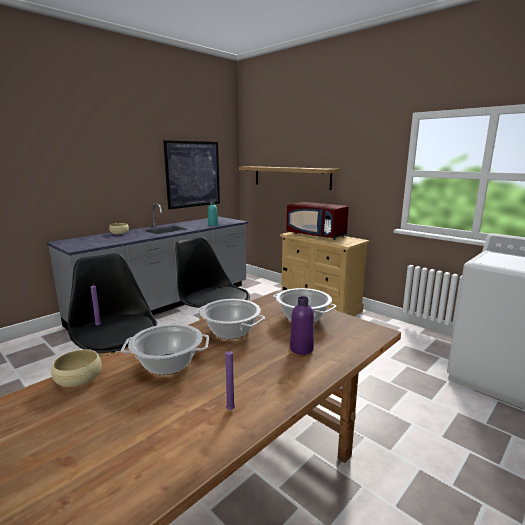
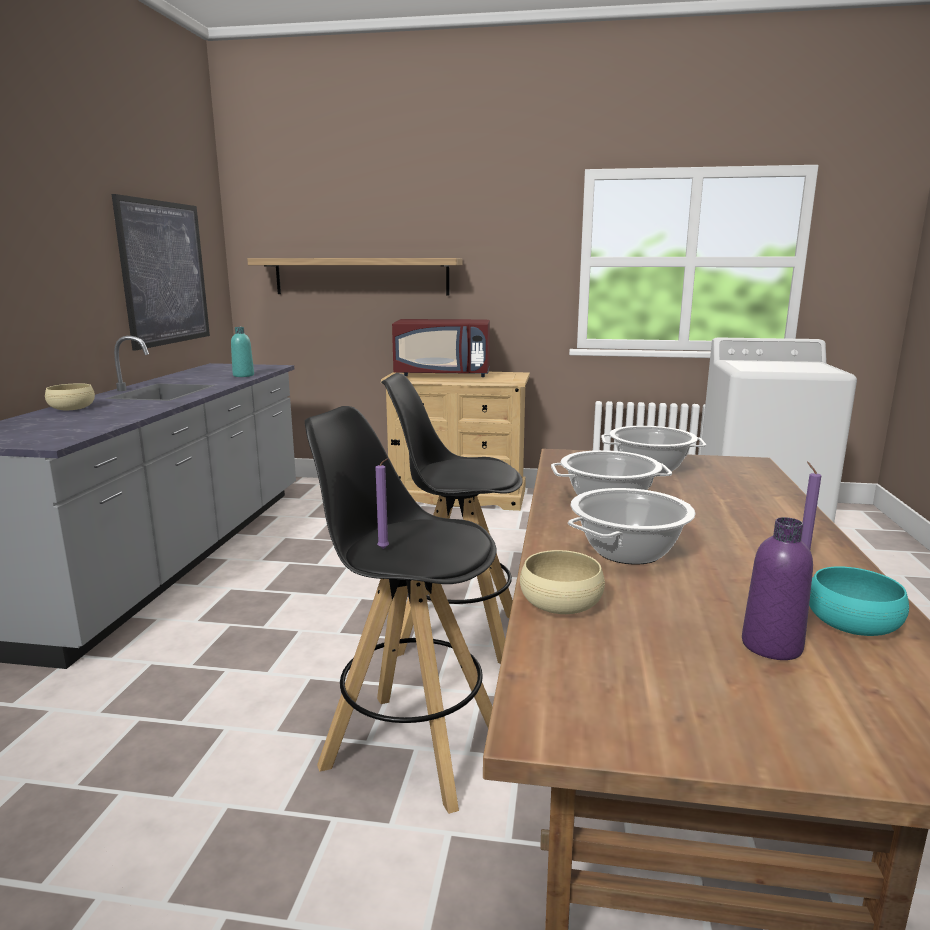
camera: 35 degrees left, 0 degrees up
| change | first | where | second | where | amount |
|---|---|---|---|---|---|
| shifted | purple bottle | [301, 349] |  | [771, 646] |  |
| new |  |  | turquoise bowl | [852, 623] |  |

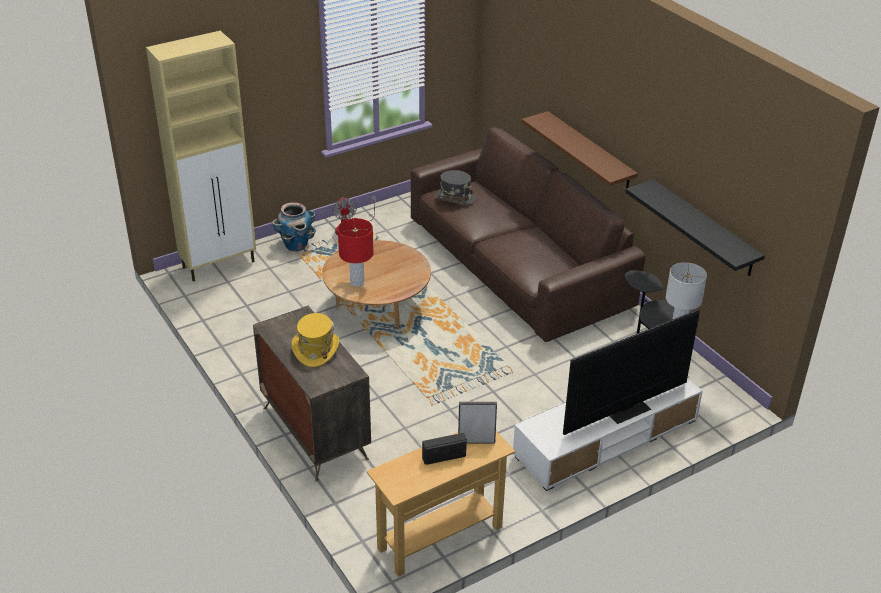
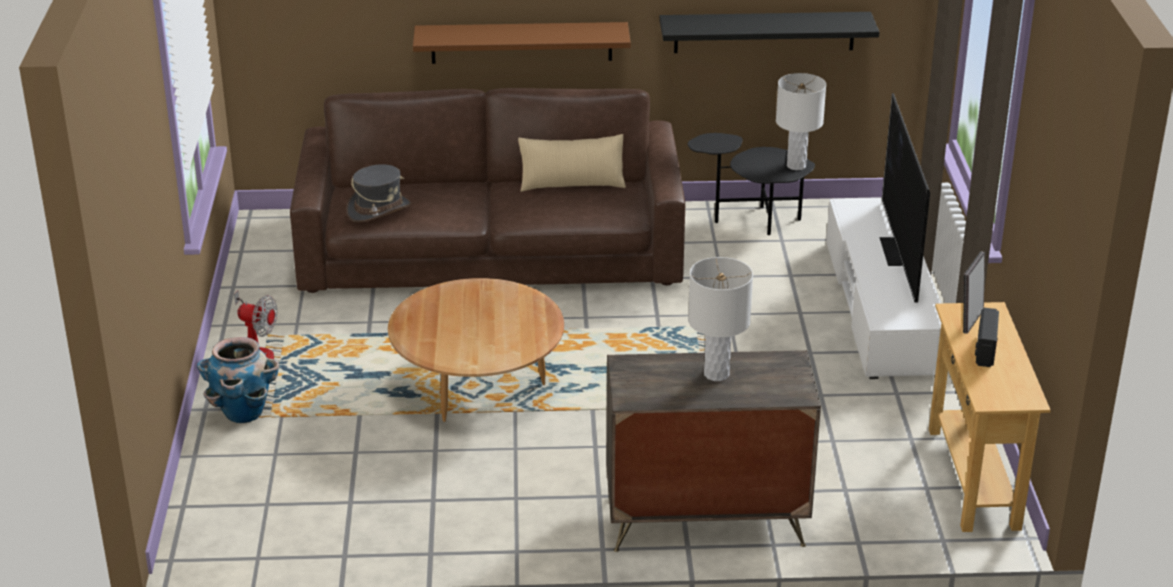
camera: 60 degrees left, 5 degrees down
| change | first | where | second | where | amount |
|---|---|---|---|---|---|
| gone | beige cabinet | [219, 264] |  |  |  |
| swapped | yellow hat | [315, 349] | white table lamp | [716, 374] |  |
| gone | red table lamp | [357, 282] |  |  |  |
| new |  |  | beige pillow | [572, 183] |  |

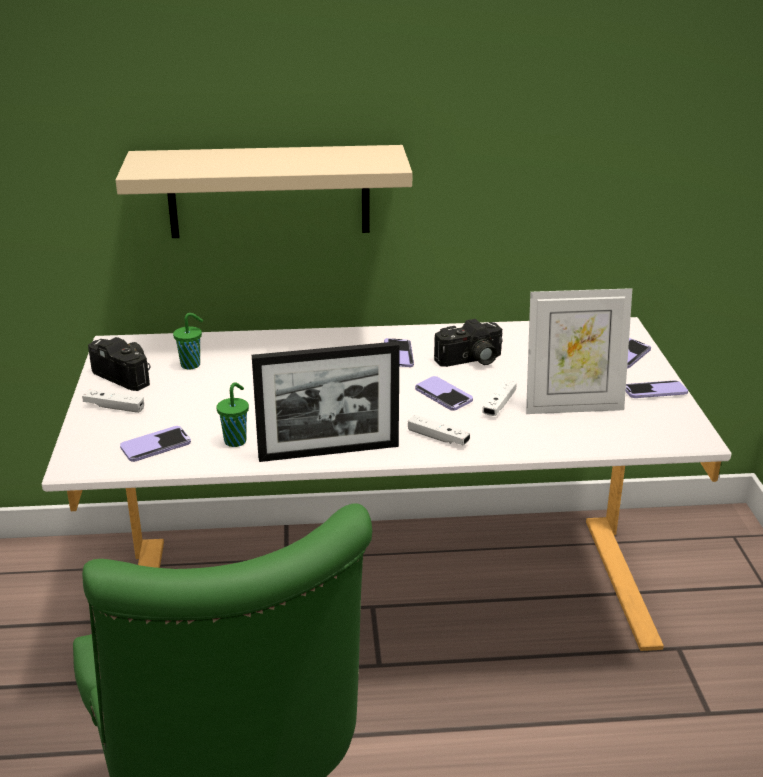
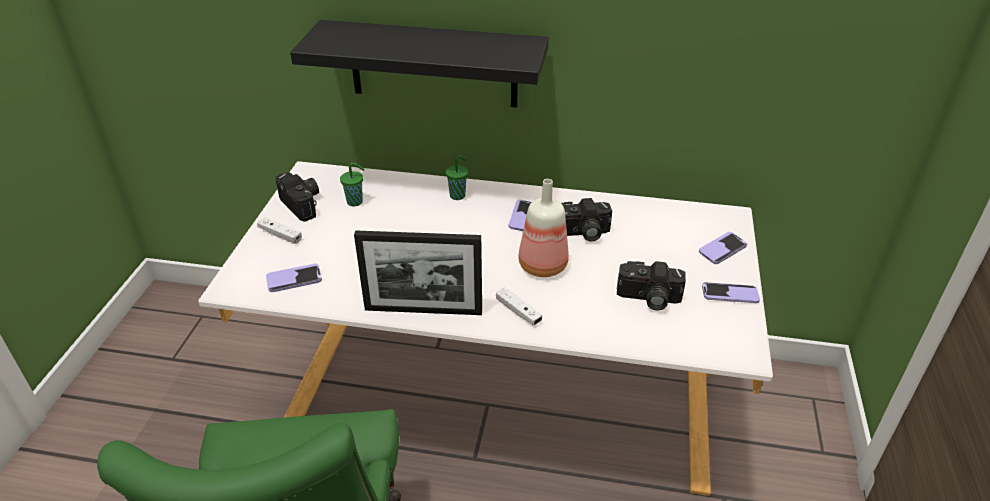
camera: 15 degrees right, 10 degrees up
| change | first | where | second | where | amount |
|---|---|---|---|---|---|
| repainted | beige shelf | [269, 191] | black shelf | [433, 64] |  |
| shifted | green cup | [236, 441] |  | [458, 195] |  |
| swapped | phone | [443, 395] | bottle | [542, 267] |  |
| gone | white game controller | [499, 405] |  |  |  |
| swapped | picture frame | [572, 407] | photo camera | [648, 298] |  |

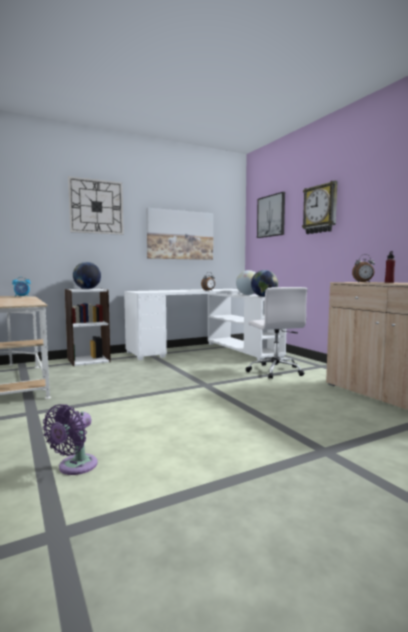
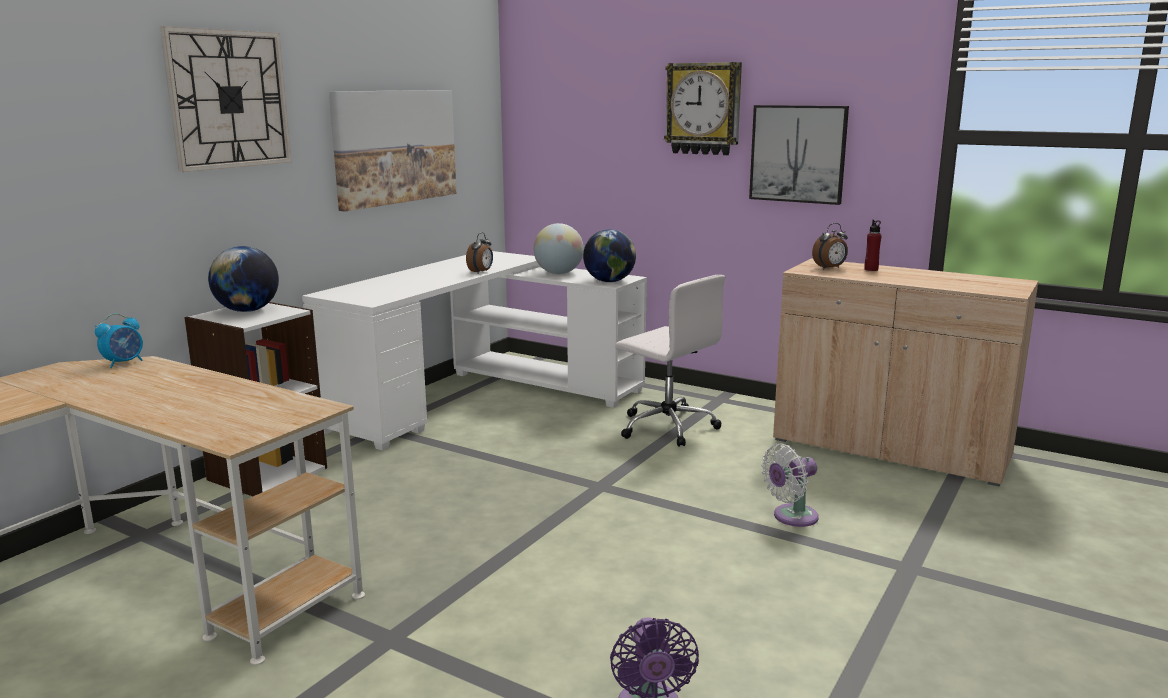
camera: 30 degrees left, 10 degrees up
| change | first | where | second | where | amount |
|---|---|---|---|---|---|
| shifted | picture | [271, 216] |  | [798, 154] |  |
| new |  |  | white fan | [791, 517] |  |

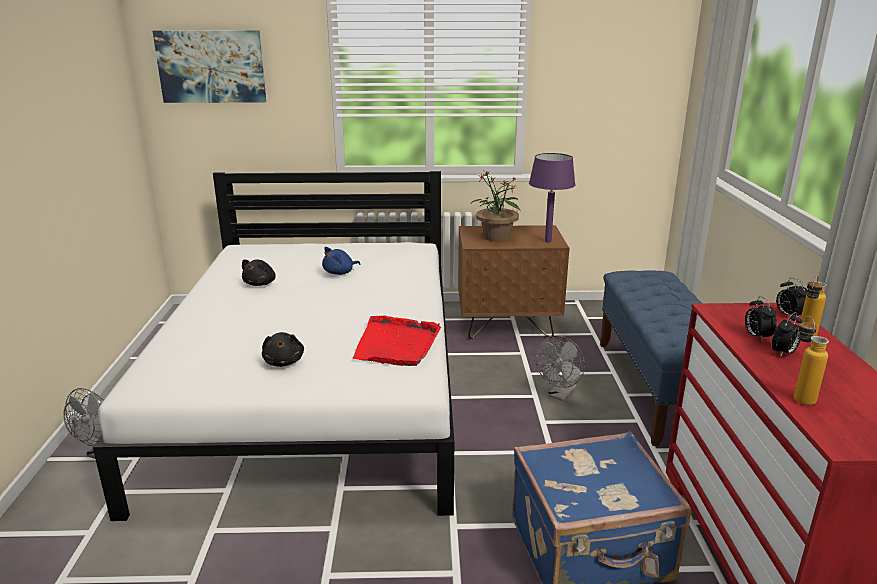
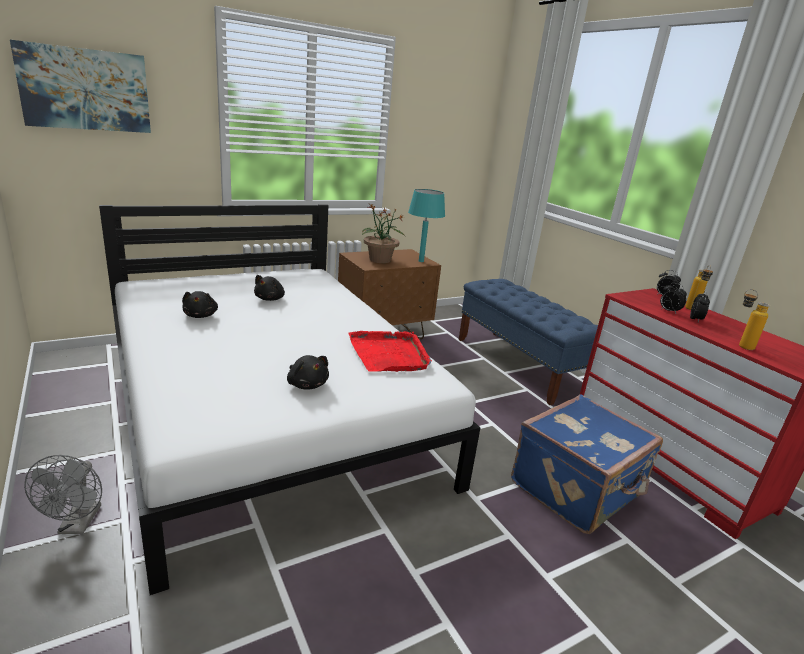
camera: 30 degrees left, 0 degrees up
| change | first | where | second | where | amount |
|---|---|---|---|---|---|
| repainted | blue plush toy | [340, 273] | black plush toy | [270, 299] |  |
| repainted | purple table lamp | [548, 241] | turquoise table lamp | [421, 261] |  |
| gone | grey fan | [560, 395] |  |  |  |

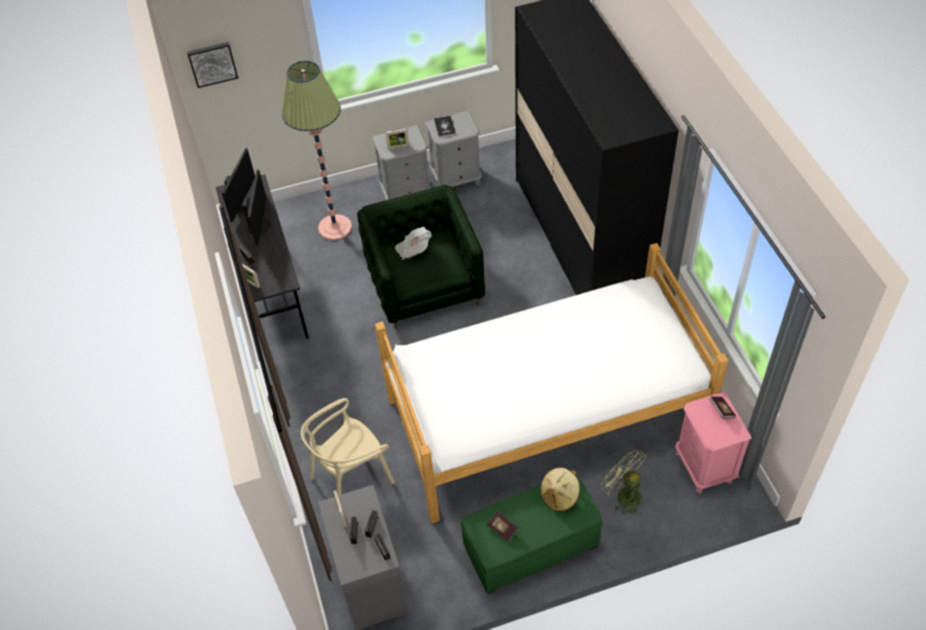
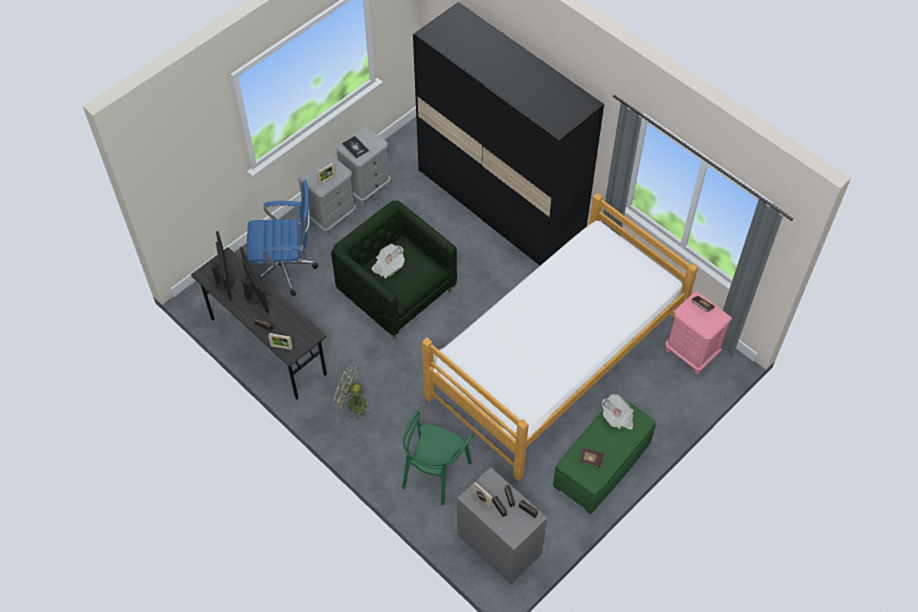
camera: 30 degrees left, 5 degrees up
| change | first | where | second | where | amount |
|---|---|---|---|---|---|
| gone | picture | [212, 63] |  |  |  |
| swapped | floor lamp | [335, 227] | blue office chair | [287, 269] |  |
| repainted | beige chair | [351, 477] | green chair | [435, 473] |  |
| swapped | beige hat | [559, 496] | newspaper | [617, 417] |  |
| shifted | green fan | [624, 494] |  | [352, 404] |  |

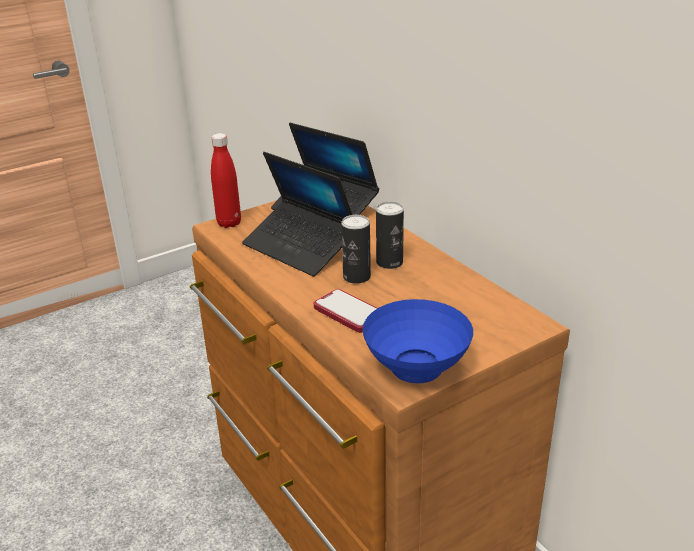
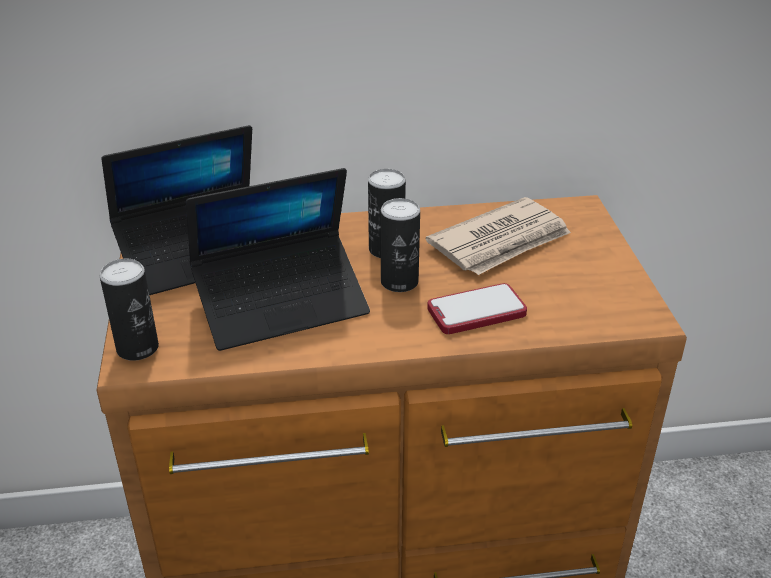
camera: 65 degrees left, 5 degrees up
| change | first | where | second | where | amount |
|---|---|---|---|---|---|
| swapped | red bottle | [229, 223] | can | [137, 348] |  |
| gone | blue bowl | [416, 369] |  |  |  |
| new |  |  | newspaper | [501, 241] |  |

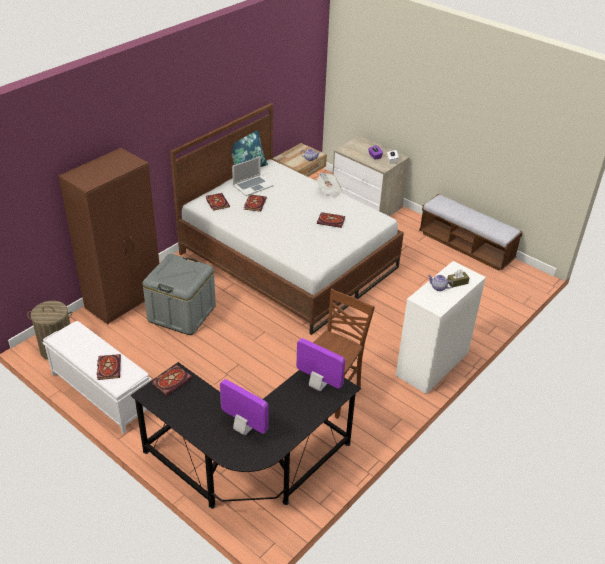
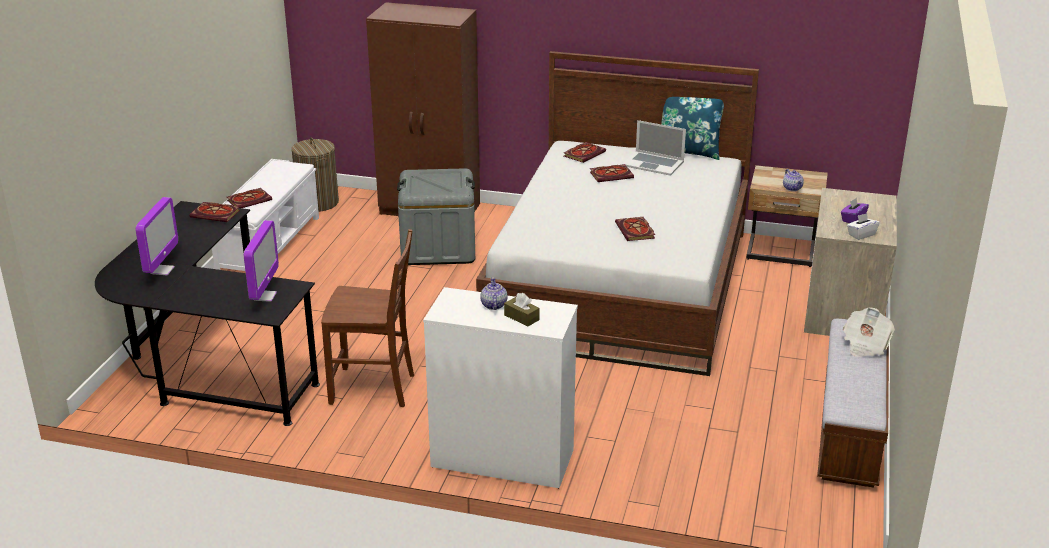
camera: 65 degrees right, 10 degrees down
| change | first | where | second | where | amount |
|---|---|---|---|---|---|
| shifted | newspaper | [329, 191] |  | [865, 345] |  |

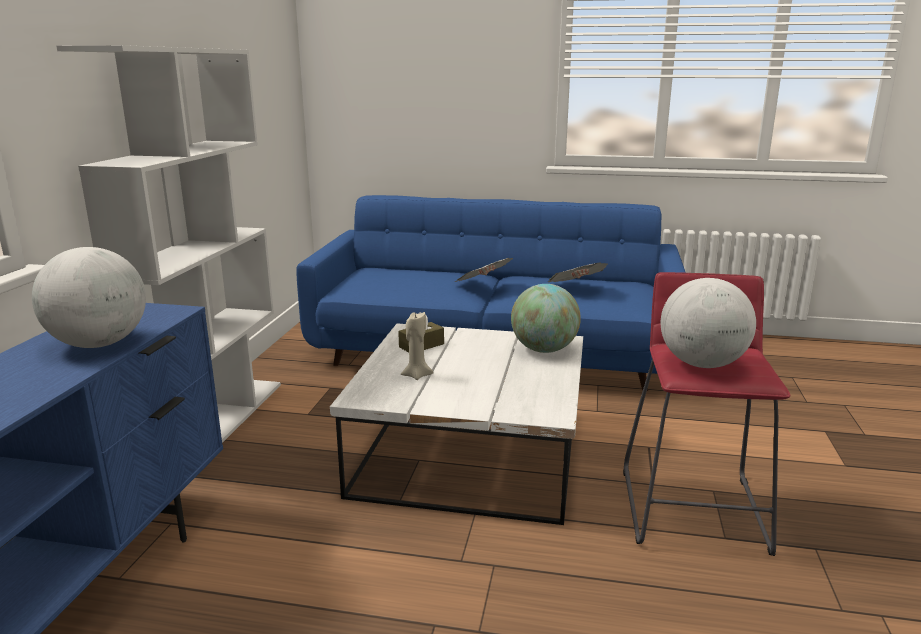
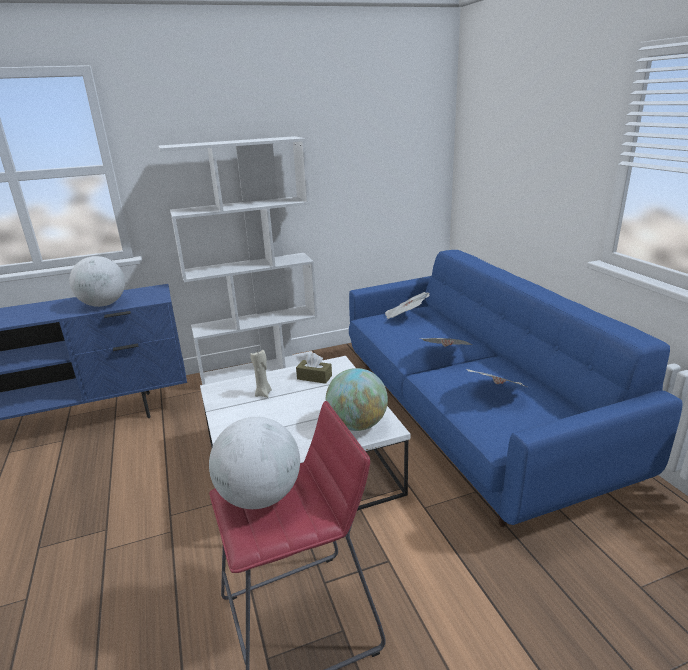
camera: 60 degrees right, 5 degrees up
| change | first | where | second | where | amount |
|---|---|---|---|---|---|
| new |  |  | newspaper | [405, 317] |  |

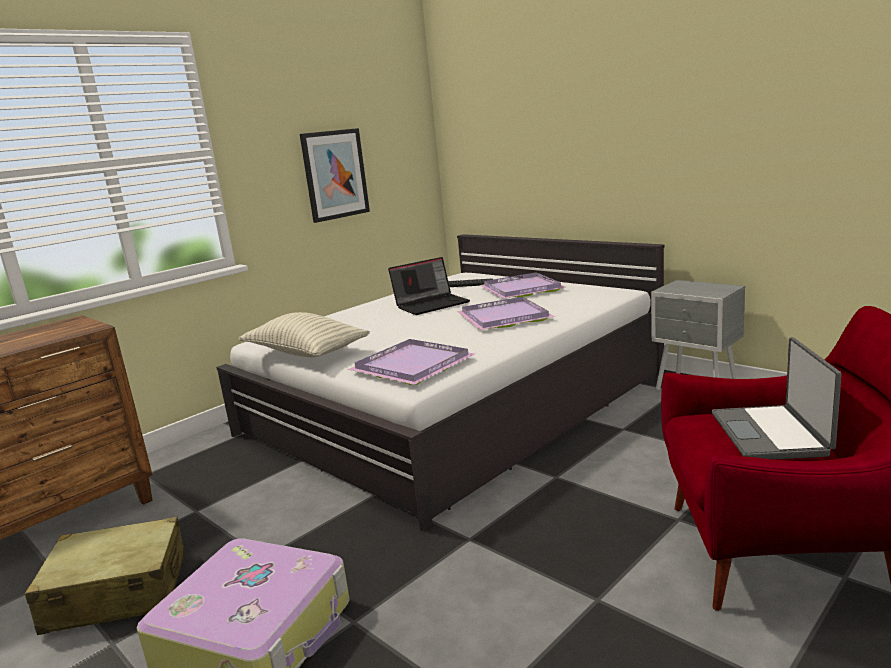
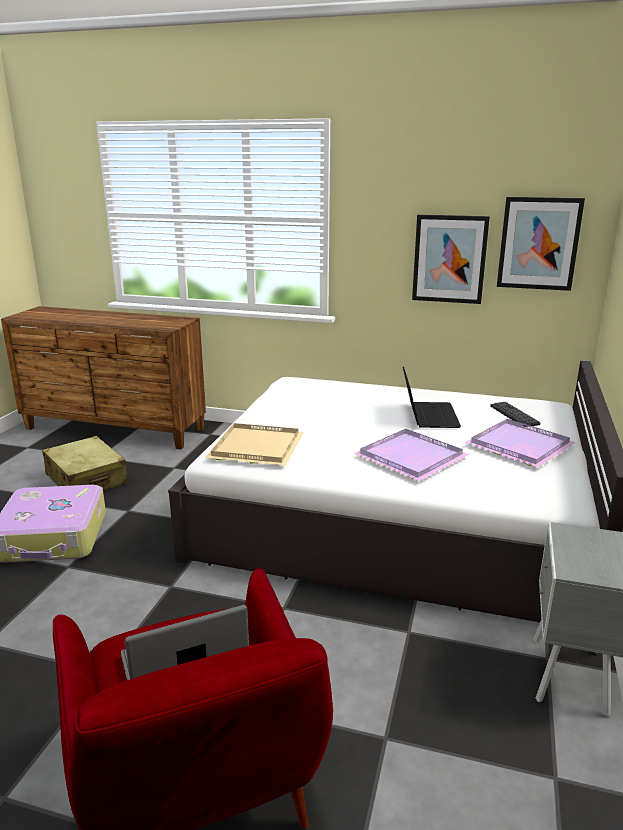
camera: 60 degrees right, 5 degrees up
| change | first | where | second | where | amount |
|---|---|---|---|---|---|
| gone | pillow | [306, 353] |  |  |  |
| repainted | purple tray | [412, 364] | beige tray | [258, 447] |  |
| rotated | laptop | [431, 304] |  | [428, 415] | 120 degrees counterclockwise |
| new |  |  | picture | [538, 243] |  |

